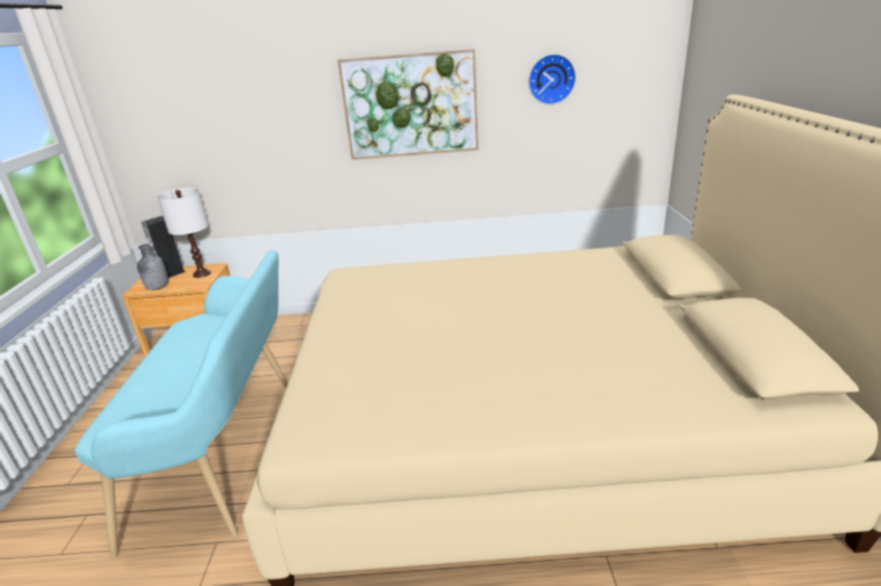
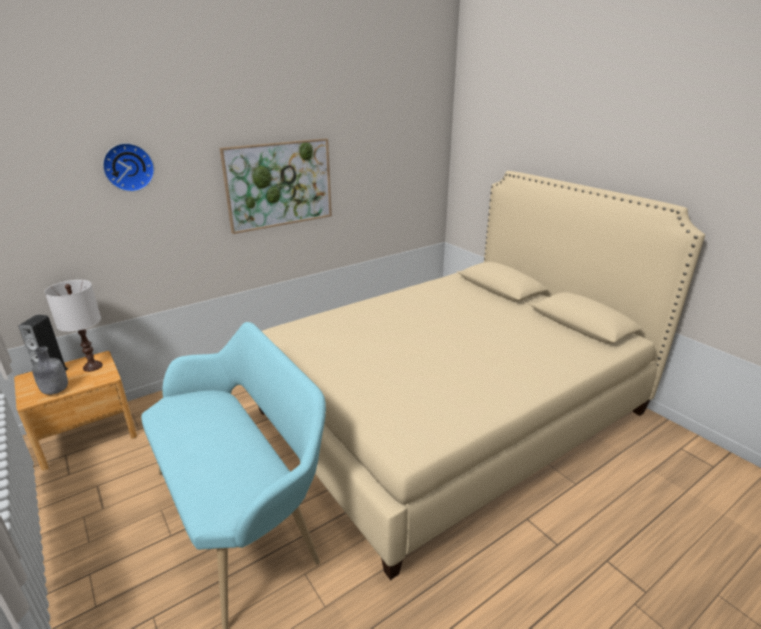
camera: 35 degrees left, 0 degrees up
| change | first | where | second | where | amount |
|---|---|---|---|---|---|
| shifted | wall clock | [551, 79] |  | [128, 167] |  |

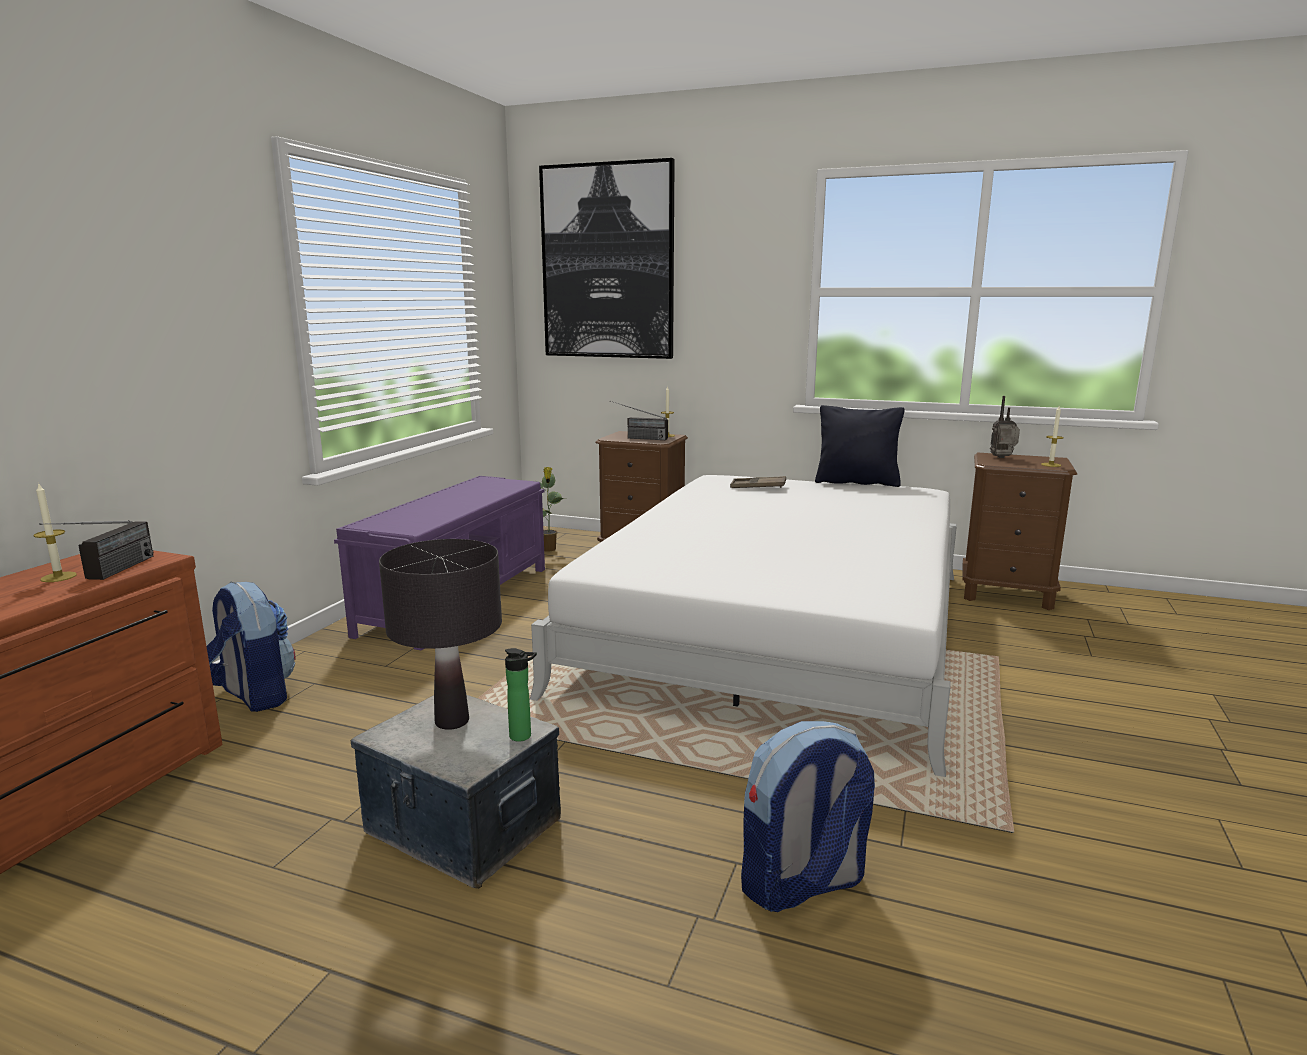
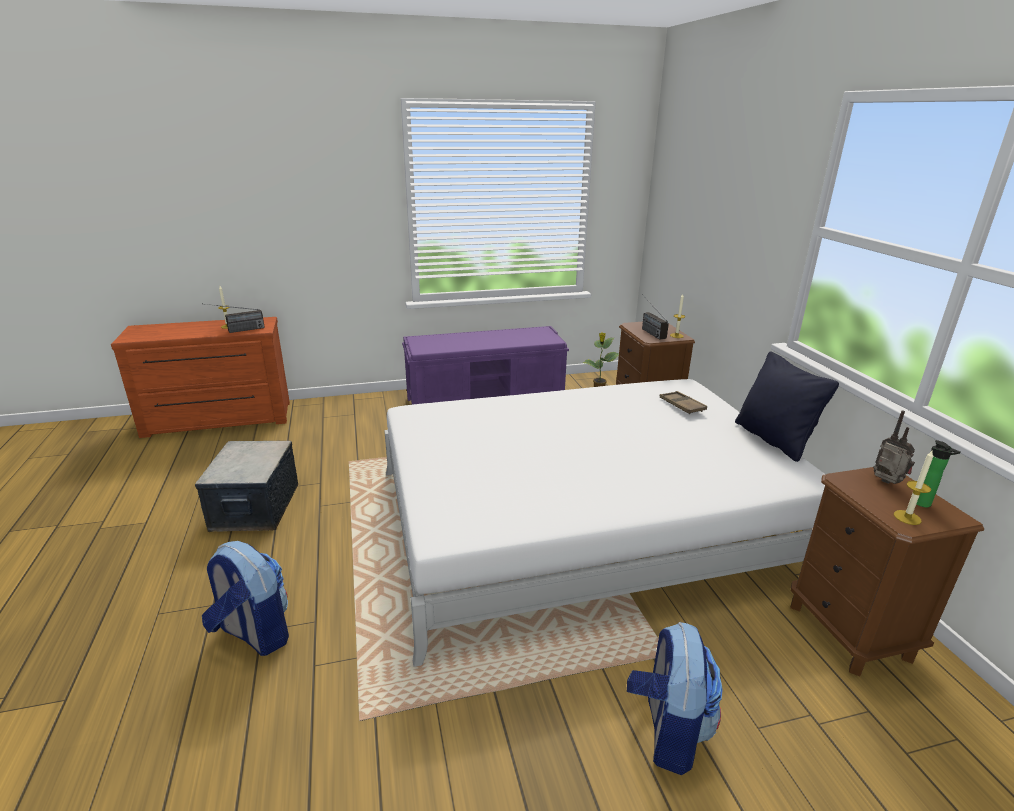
camera: 55 degrees right, 10 degrees up
| change | first | where | second | where | amount |
|---|---|---|---|---|---|
| shifted | backpack | [254, 695] |  | [667, 730] |  |
| gone | black table lamp | [452, 722] |  |  |  |
| shifted | bottle | [523, 736] |  | [924, 504] |  |
| gone | picture | [607, 262] |  |  |  |

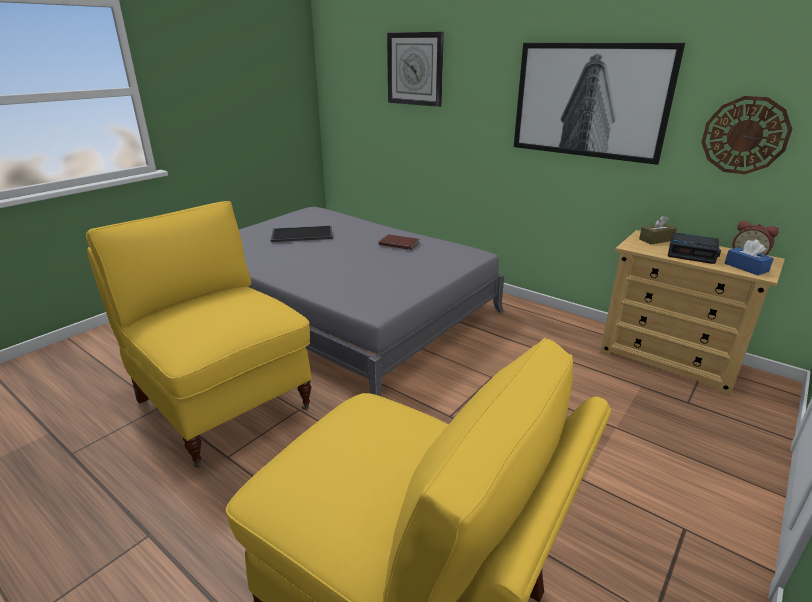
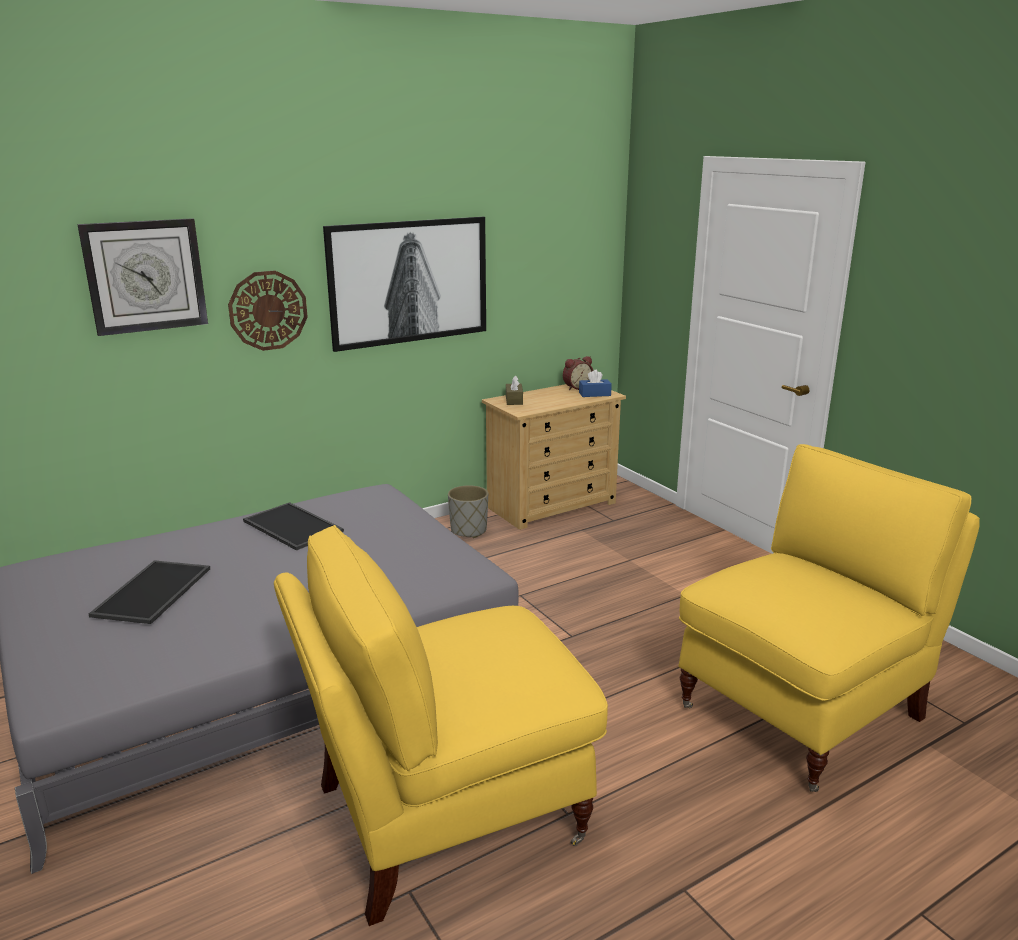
camera: 70 degrees left, 5 degrees down
| change | first | where | second | where | amount |
|---|---|---|---|---|---|
| swapped | brown book | [399, 243] | tray | [290, 526] |  |
| gone | alarm clock | [692, 253] |  |  |  |
| shifted | wall clock | [745, 135] |  | [268, 310] |  |
| new |  |  | grey planter | [469, 530] |  |

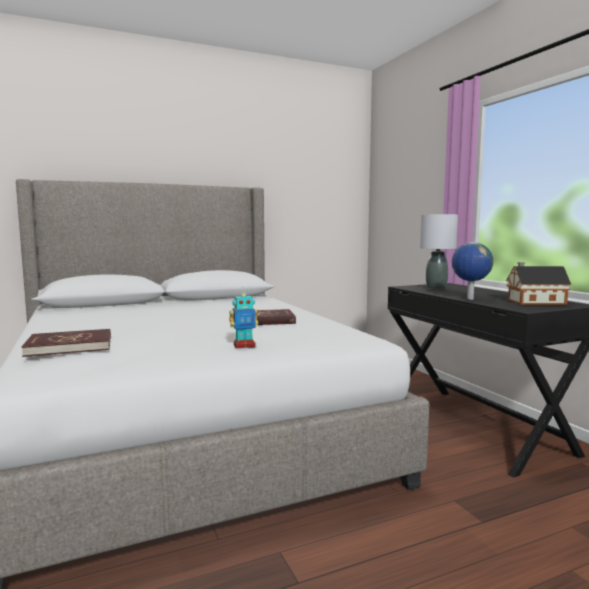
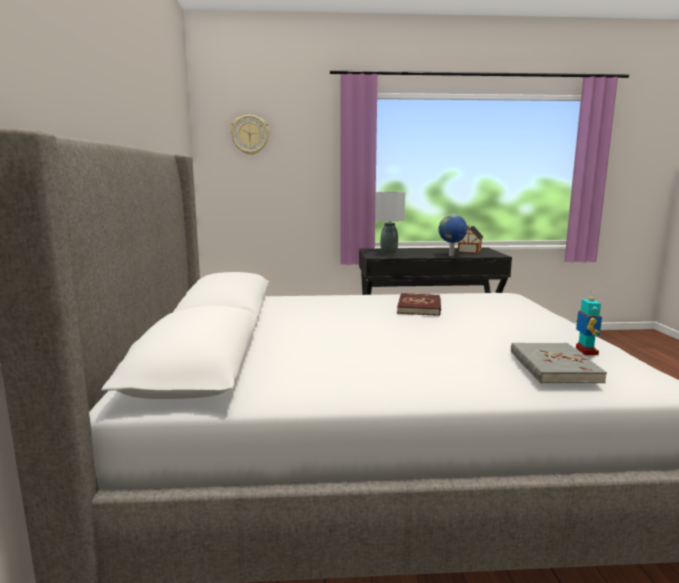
camera: 70 degrees left, 5 degrees up
| change | first | where | second | where | amount |
|---|---|---|---|---|---|
| repainted | red book | [70, 346] | grey book | [553, 366] |  |
| shifted | toy robot | [244, 346] |  | [586, 351] |  |
| new |  |  | wall clock | [250, 135] |  |

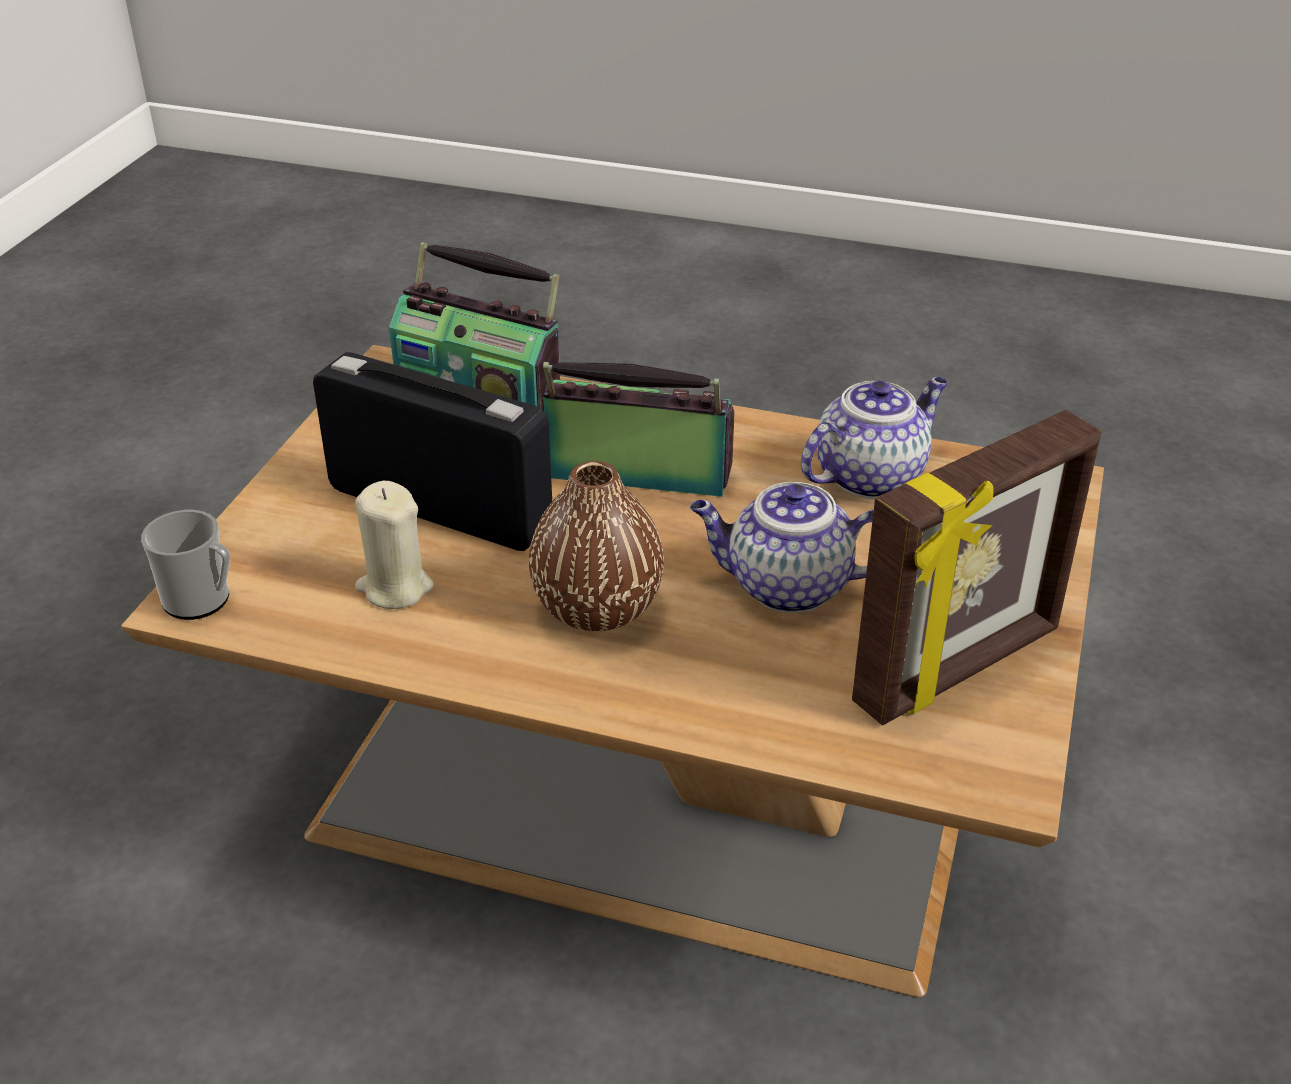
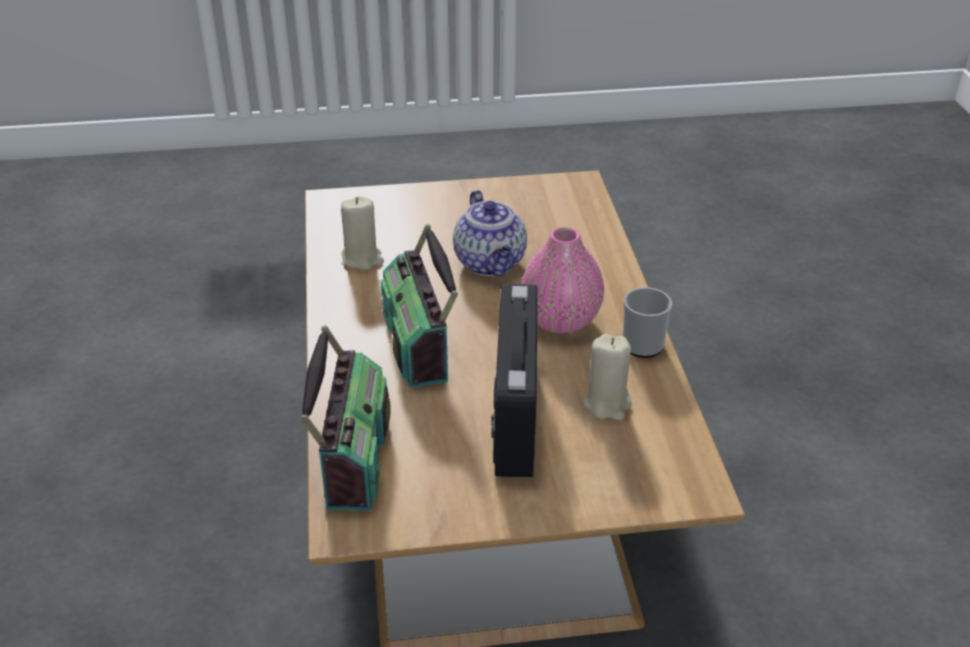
camera: 115 degrees left, 0 degrees up
| change | first | where | second | where | amount |
|---|---|---|---|---|---|
| shifted | mug | [203, 601] |  | [642, 341] |  |
| repainted | brown vase | [597, 608] | pink vase | [560, 320] |  |
| swapped | teapot | [870, 475] | beige candle | [362, 258] |  |
| gone | picture frame | [960, 669] |  |  |  |

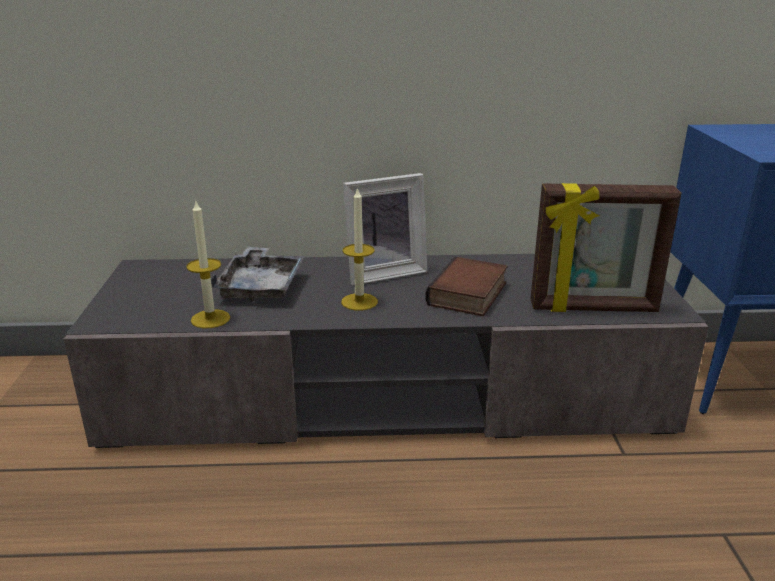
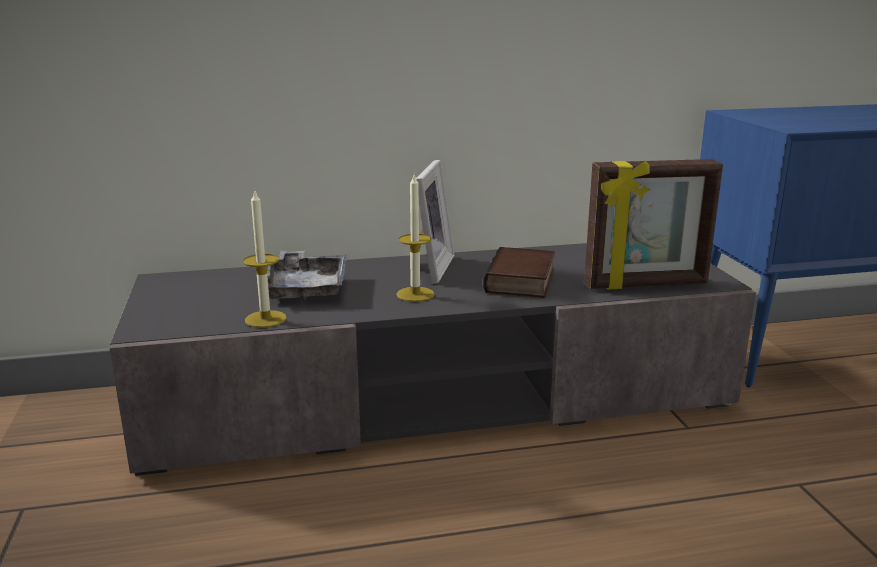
camera: 10 degrees left, 5 degrees down
| change | first | where | second | where | amount |
|---|---|---|---|---|---|
| rotated | picture frame | [383, 272] |  | [428, 268] | 45 degrees counterclockwise |

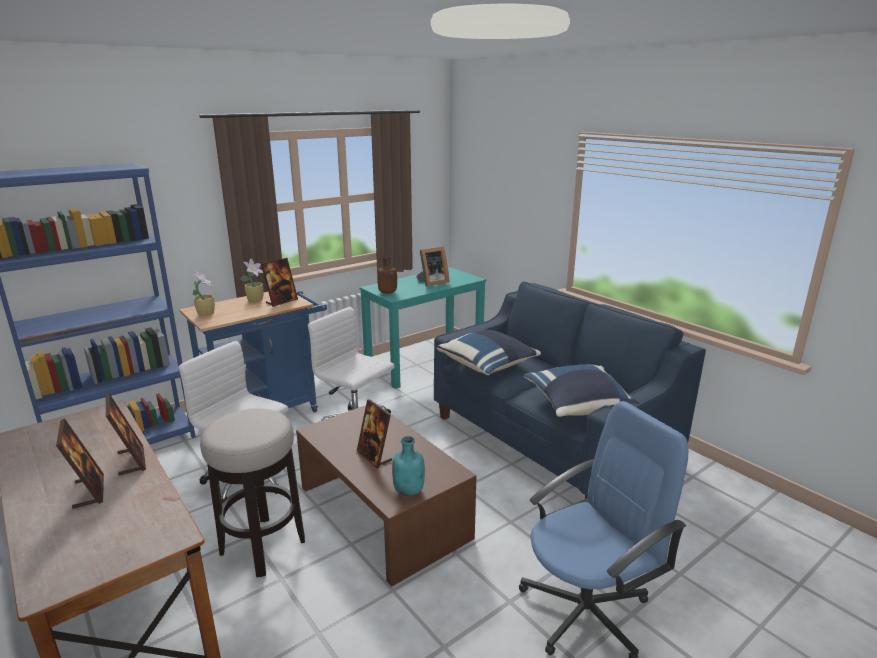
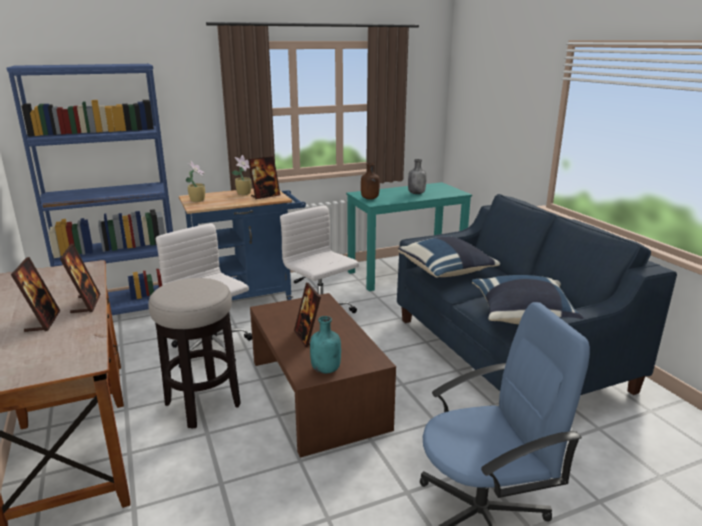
camera: 15 degrees right, 0 degrees up
| change | first | where | second | where | amount |
|---|---|---|---|---|---|
| swapped | picture frame | [432, 282] | grey bottle | [416, 193] |  |

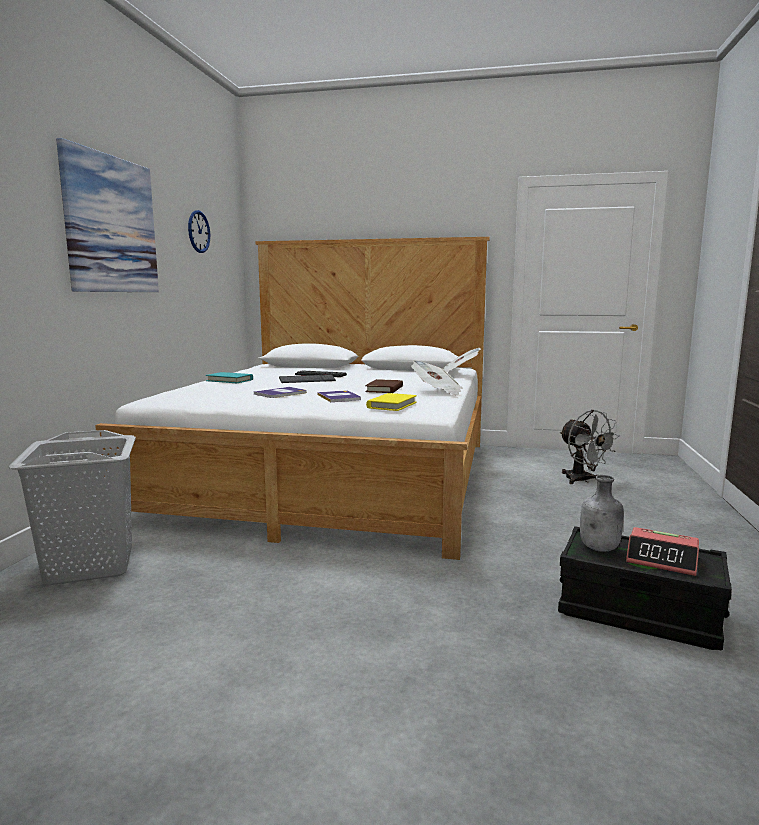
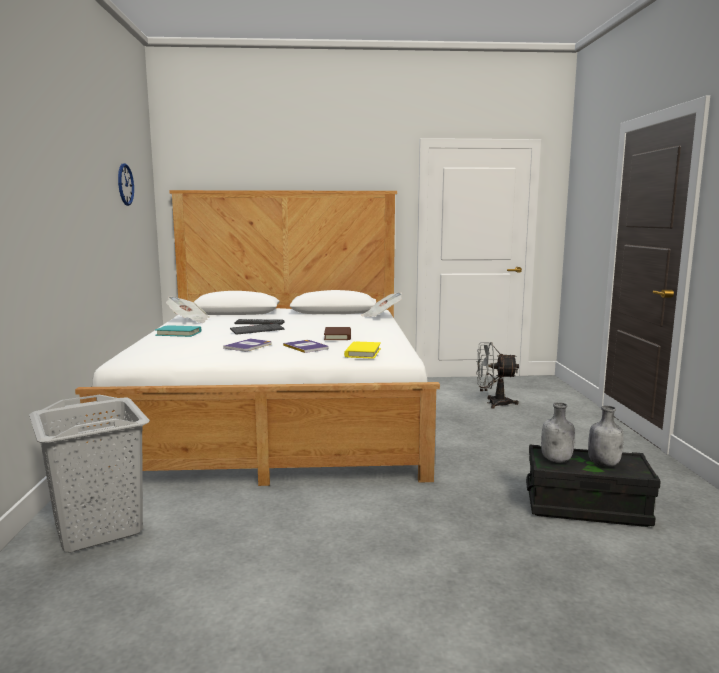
camera: 15 degrees left, 0 degrees up
| change | first | where | second | where | amount |
|---|---|---|---|---|---|
| gone | picture | [111, 225] |  |  |  |
| shifted | newspaper | [437, 392] |  | [189, 321] |  |
| rotated | grey fan | [582, 480] |  | [493, 403] | 135 degrees clockwise |
| swapped | alarm clock | [662, 560] | grey bottle | [604, 464] |  |

